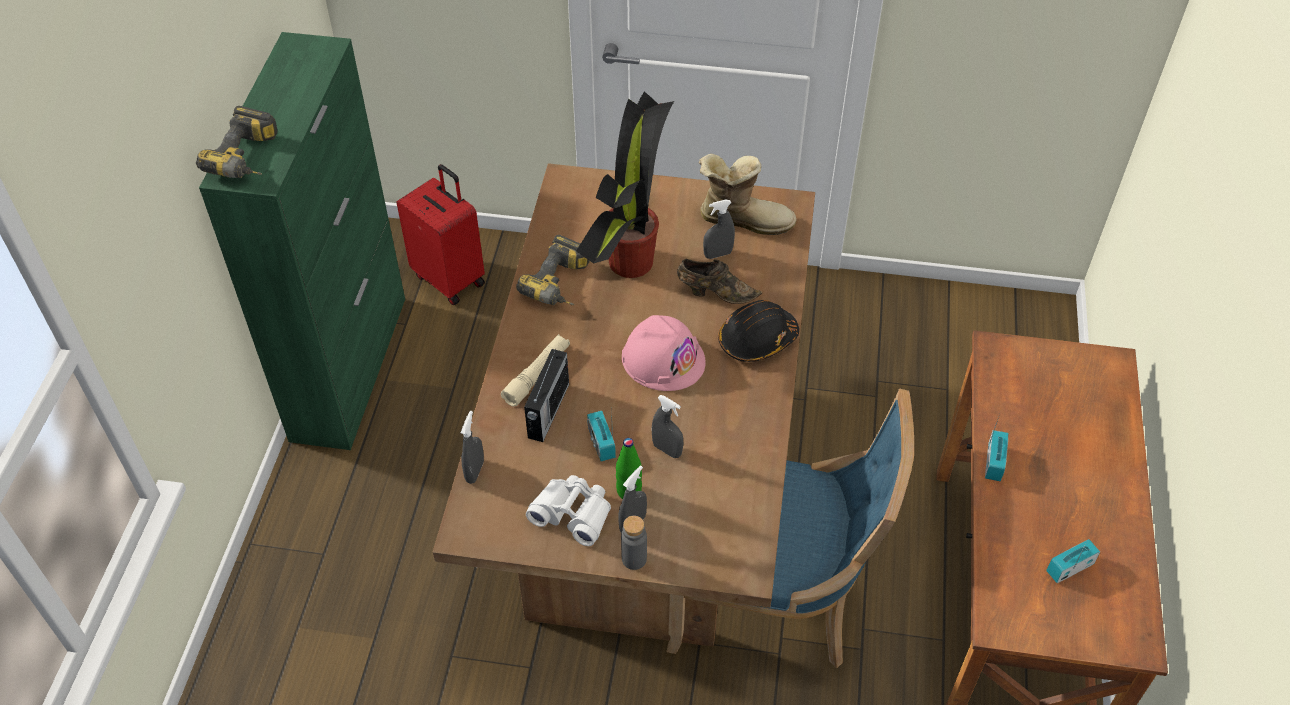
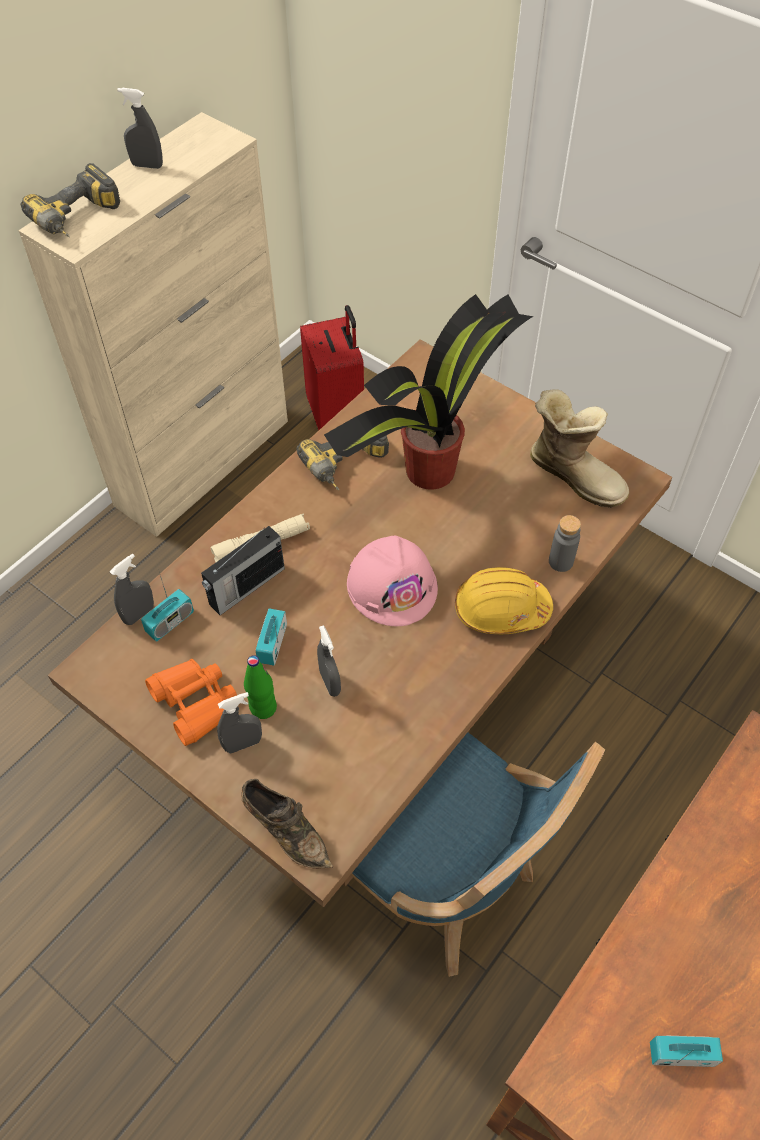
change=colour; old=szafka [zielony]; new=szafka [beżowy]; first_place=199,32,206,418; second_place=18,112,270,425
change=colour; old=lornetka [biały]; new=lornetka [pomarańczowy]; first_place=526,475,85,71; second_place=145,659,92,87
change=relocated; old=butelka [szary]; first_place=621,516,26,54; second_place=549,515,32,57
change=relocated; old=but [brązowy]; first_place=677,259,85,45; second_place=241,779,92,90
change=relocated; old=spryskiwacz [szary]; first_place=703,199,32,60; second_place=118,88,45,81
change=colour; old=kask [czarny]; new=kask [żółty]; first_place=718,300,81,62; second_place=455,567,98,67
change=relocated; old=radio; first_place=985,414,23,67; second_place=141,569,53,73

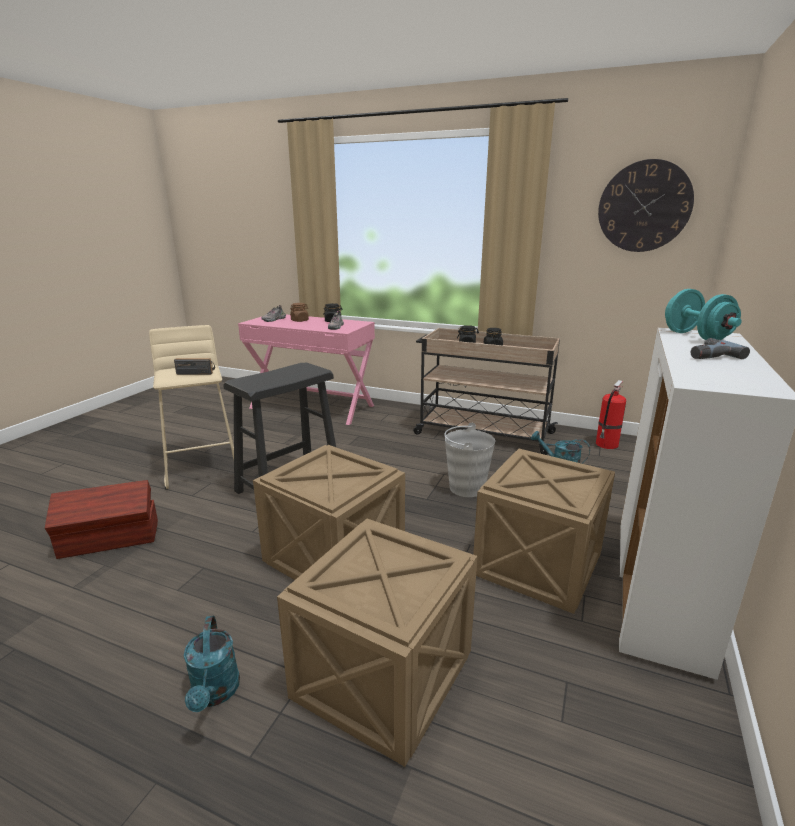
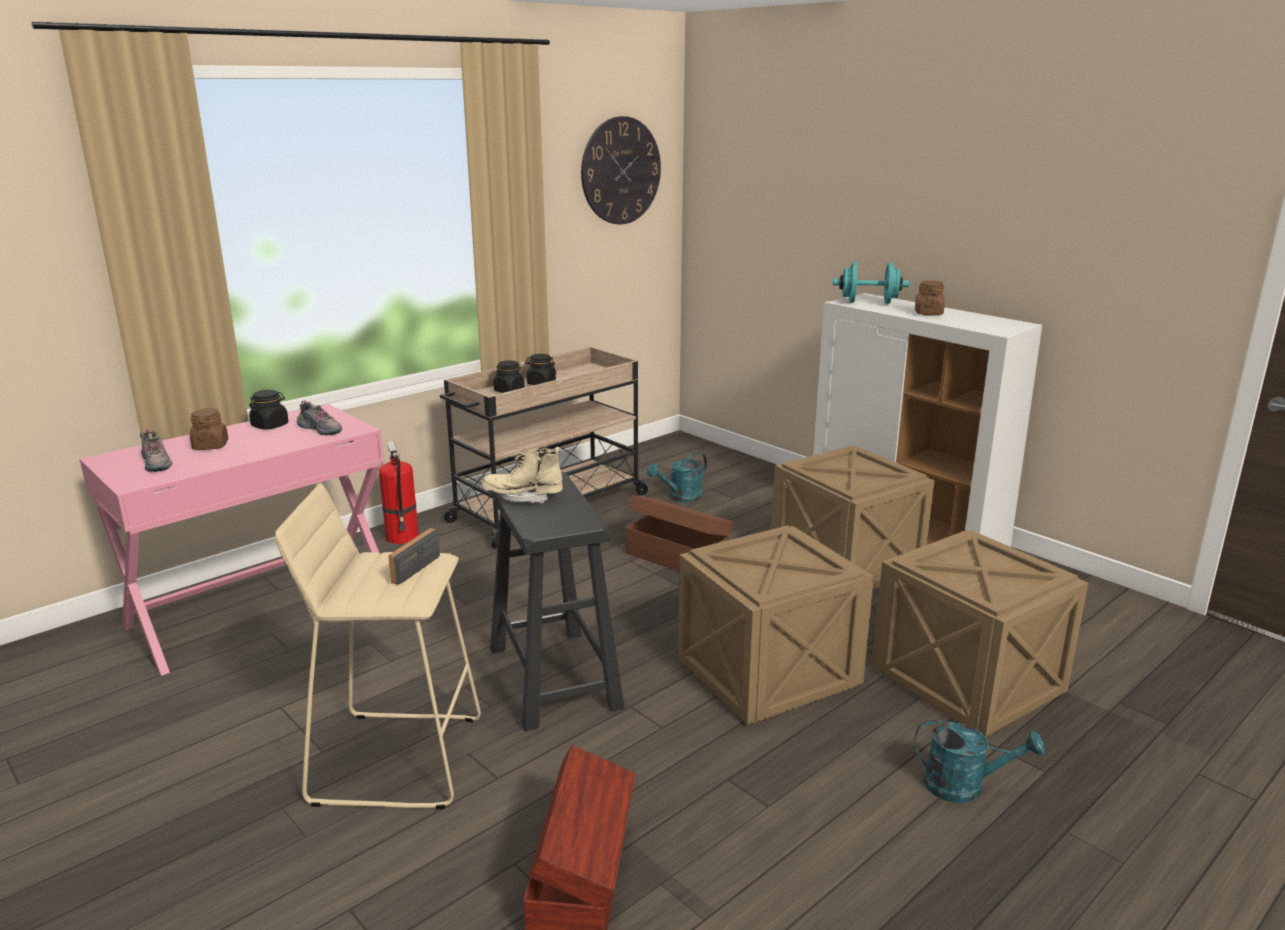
change=exchanged; old=wiadro [szary]; new=pojemnik do przechowywania [brązowy]; first_place=444,423,51,74; second_place=626,495,107,76
change=relocated; old=gaśnica; first_place=596,380,30,69; second_place=379,441,40,103
change=exchanged; old=wiertarka; new=słoik [brązowy]; first_place=691,338,59,21; second_place=915,280,30,36
change=appeared; new=but z cholewką [beżowy]; second_place=482,447,81,56

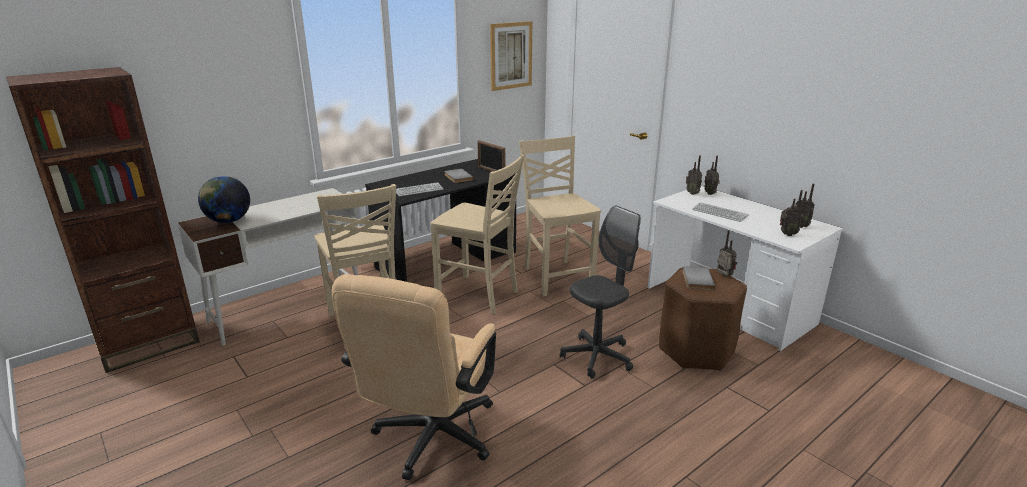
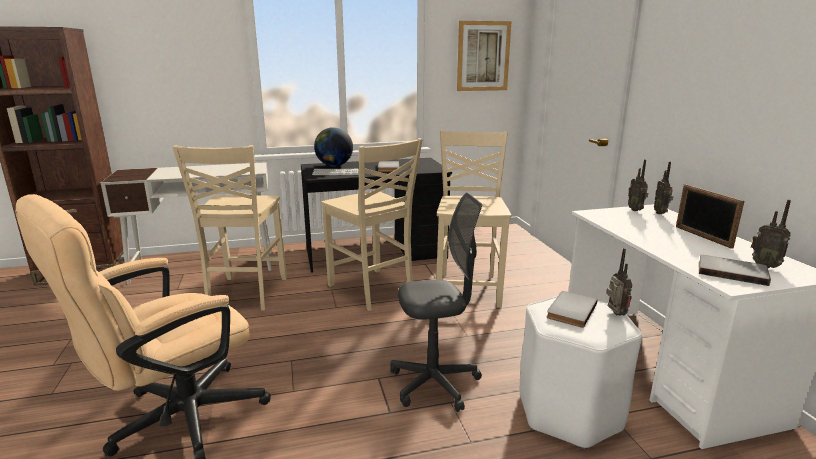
change=relocated; old=globus; first_place=198,176,52,47; second_place=314,127,39,39
change=relocated; old=ramka na zdjęcie; first_place=477,140,28,32; second_place=676,184,68,65
change=colour; old=stołek [brązowy]; new=stołek [biały]; first_place=659,268,88,103; second_place=520,296,122,154
change=missing; old=klawiatura; first_place=692,202,57,20
change=exchanged; old=radio; new=książka [szary]; first_place=780,190,23,46; second_place=699,255,72,31

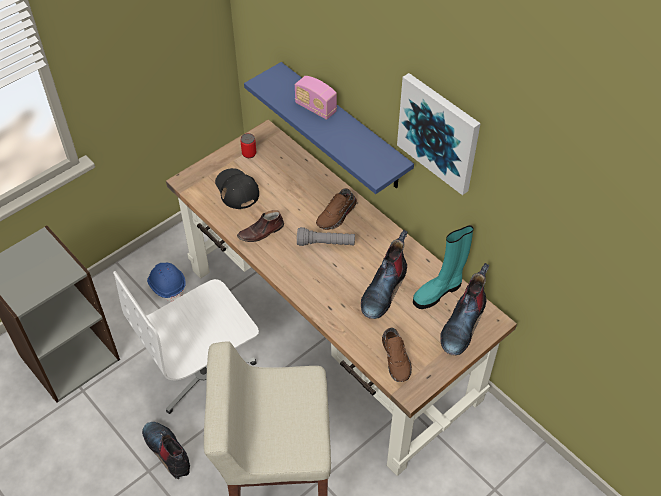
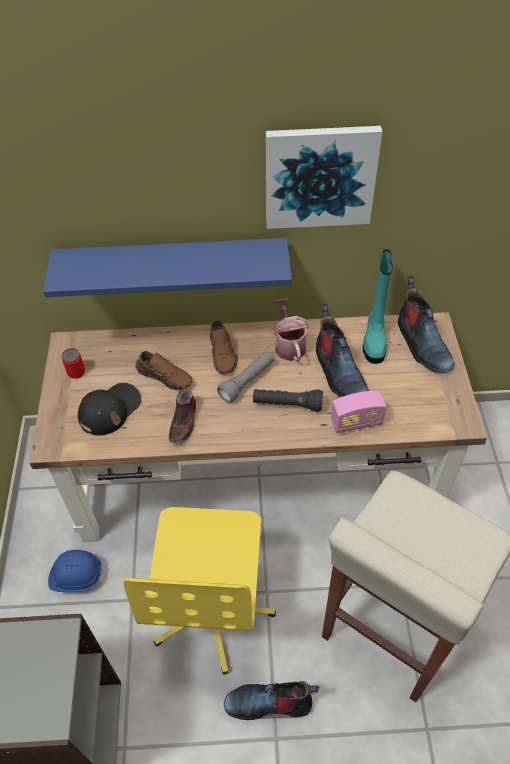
change=colour; old=krzesło biurowe [biały]; new=krzesło biurowe [żółty]; first_place=113,271,146,143; second_place=124,507,152,168
change=spun; old=czapka z daszkiem [czarny]; first_place=215,168,44,41; second_place=78,383,63,52; degrees=120
change=relocated; old=radio; first_place=295,76,42,44; second_place=331,391,56,42
change=relocated; old=but [brązowy]; first_place=382,327,30,55; second_place=135,351,58,39
change=appeared; new=latarka [czarny]; second_place=253,389,70,23
change=appeared; new=konewka; second_place=274,298,35,64

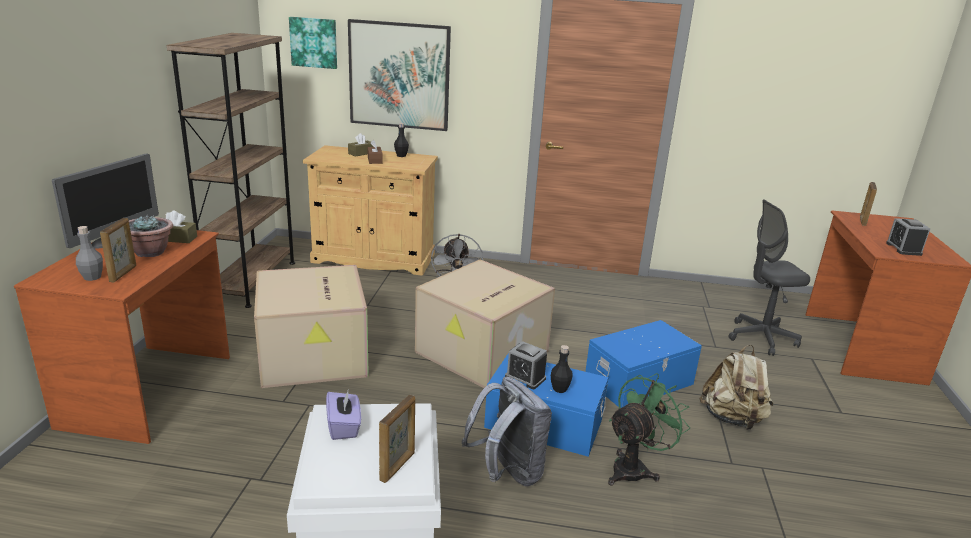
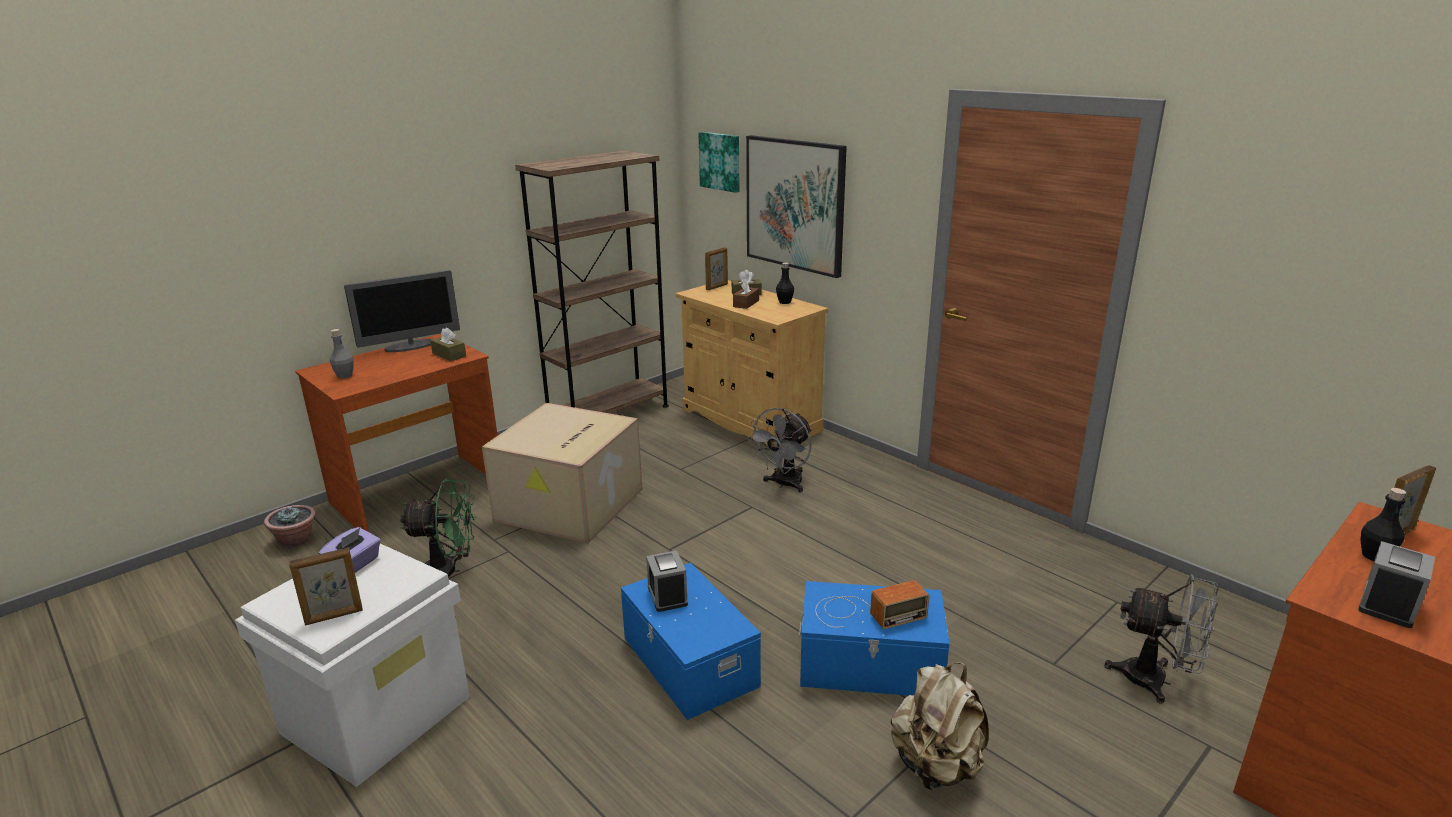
change=relocated; old=ramka na zdjęcie; first_place=100,218,36,64; second_place=705,247,23,43
change=relocated; old=roślina doniczkowa; first_place=129,214,44,43; second_place=264,505,52,43
change=missing; old=karton; first_place=415,259,140,129
change=missing; old=plecak [szary]; first_place=462,376,90,110
change=relocated; old=butelka [czarny]; first_place=551,345,21,48; second_place=1360,488,46,73
change=relocated; old=wentylator [zielony]; first_place=608,373,82,113; second_place=400,479,76,99
change=exchanged; old=krzesło biurowe [szary]; new=wentylator [szary]; first_place=729,200,81,156; second_place=1104,574,115,130
change=appeared; new=radio; second_place=815,580,114,49

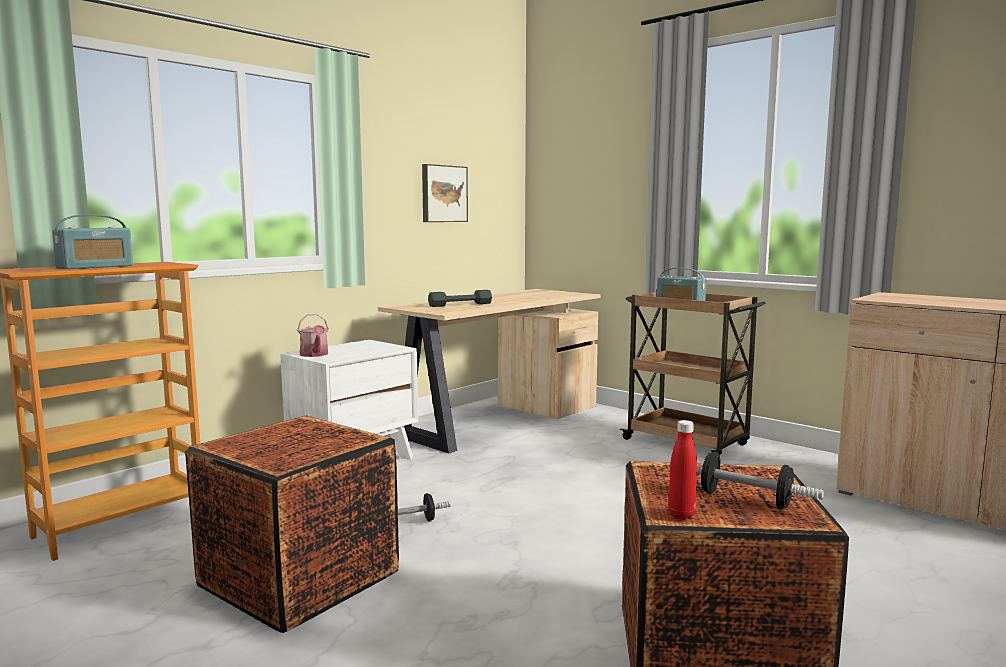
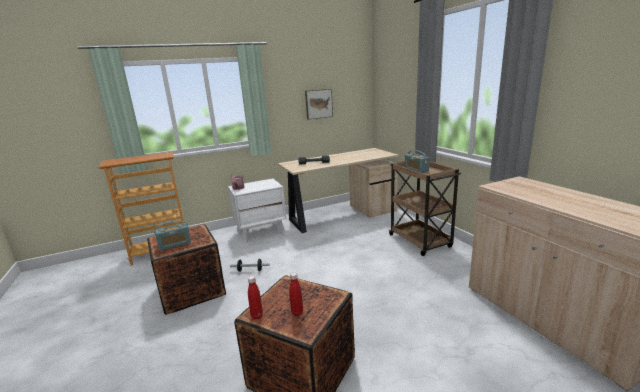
change=relocated; old=radio; first_place=52,215,81,54; second_place=154,221,37,29
change=exchanged; old=hantel; new=butelka [czerwony]; first_place=697,452,127,58; second_place=289,272,14,44

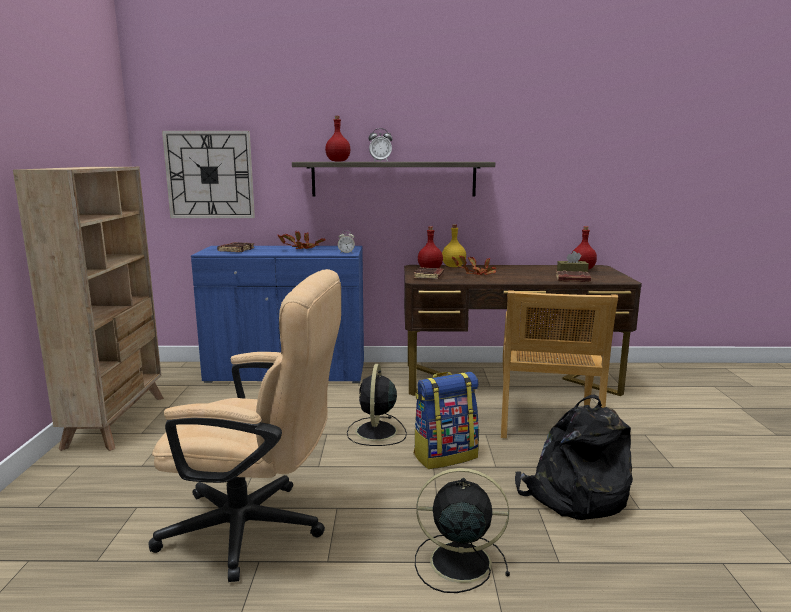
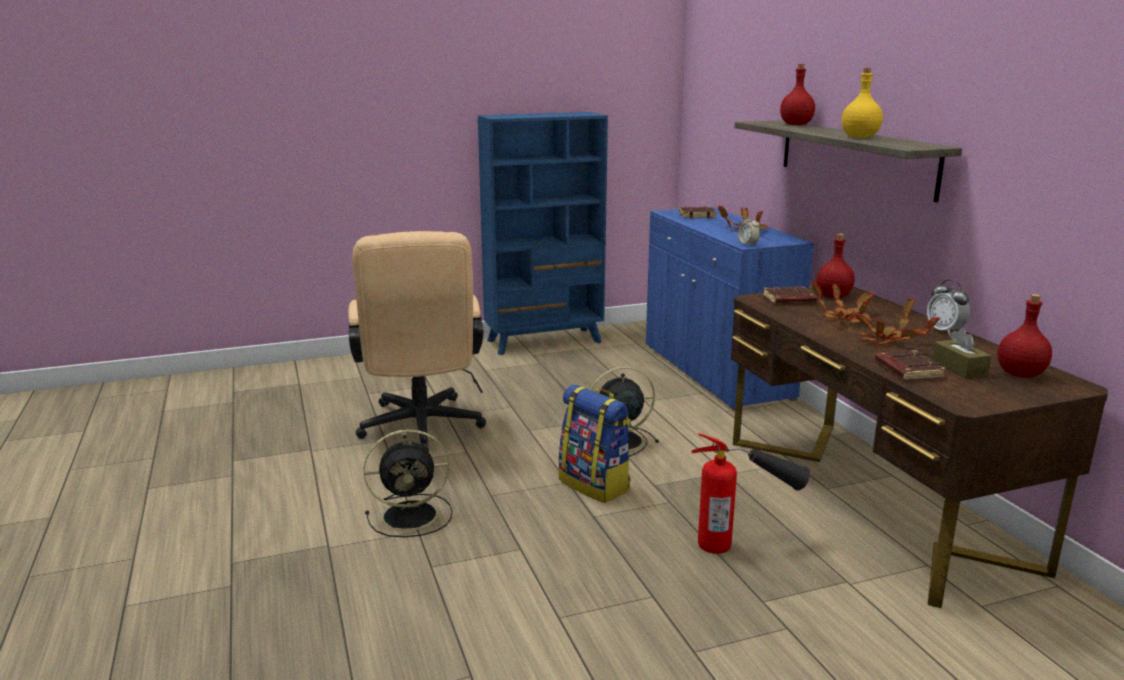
change=colour; old=regał [beżowy]; new=regał [niebieski]; first_place=13,167,151,284; second_place=478,112,130,243
change=missing; old=zegar ścienny; first_place=162,131,93,87
change=relocated; old=budzik; first_place=368,128,24,33; second_place=927,280,43,54
change=spun; old=wentylator [czarny]; first_place=415,468,95,125; second_place=364,429,88,108; degrees=90
change=relocated; old=butelka [żółty]; first_place=442,224,24,43; second_place=842,68,41,70
change=exchanged; old=krzesło [beżowy]; new=gaśnica; first_place=501,290,117,148; second_place=691,433,119,121
change=missing; old=plecak [czarny]; first_place=515,394,118,126
change=appeared; new=roślina doniczkowa; second_place=854,298,87,47

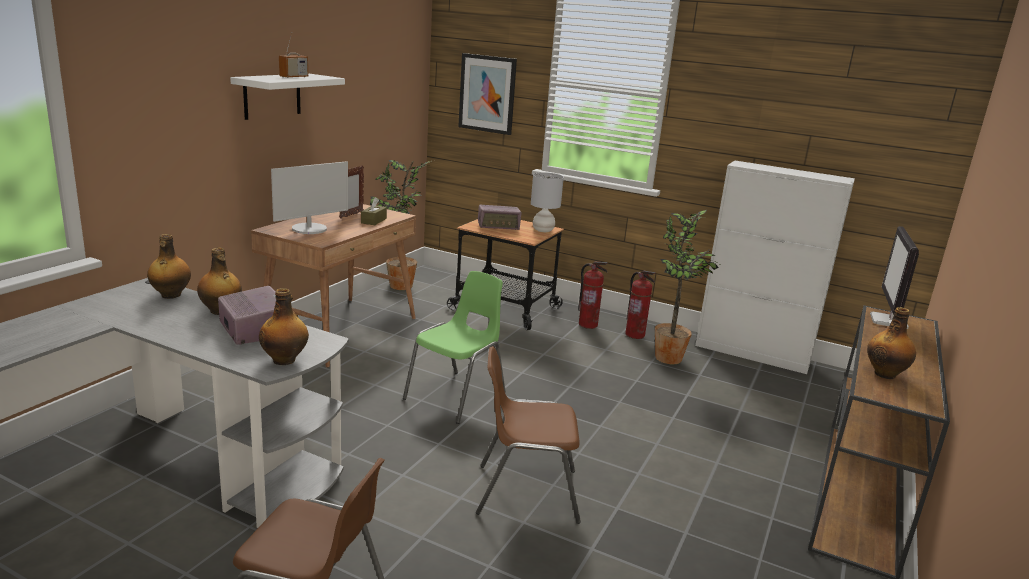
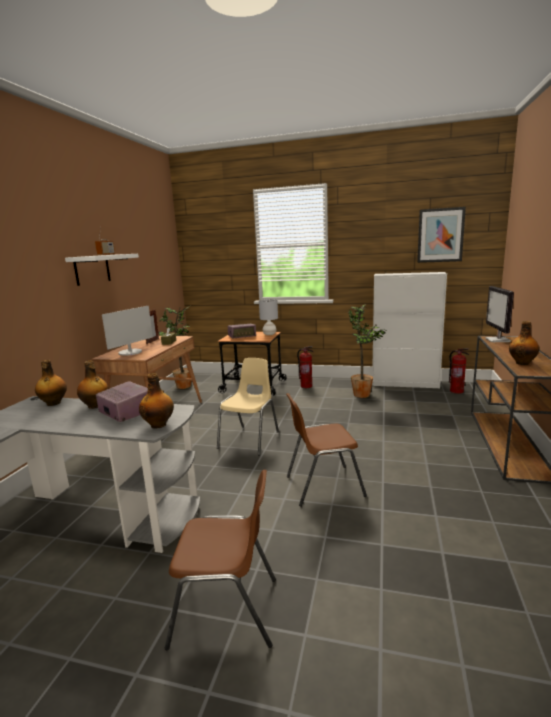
change=colour; old=krzesło [zielony]; new=krzesło [beżowy]; first_place=403,271,103,153; second_place=217,358,62,98
change=relocated; old=obraz; first_place=458,53,59,82; second_place=417,207,49,56
change=relocated; old=gaśnica; first_place=625,271,31,68; second_place=449,348,20,46

